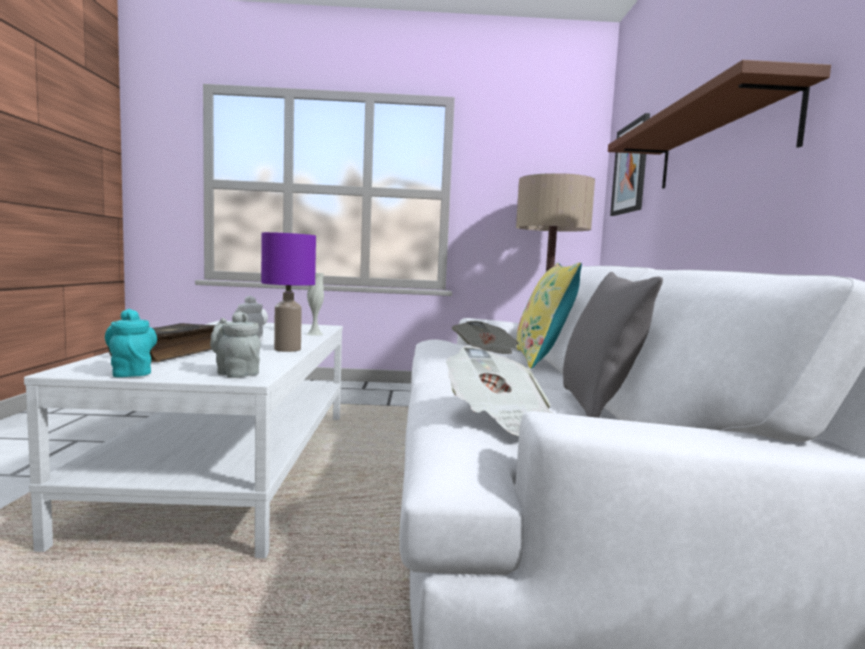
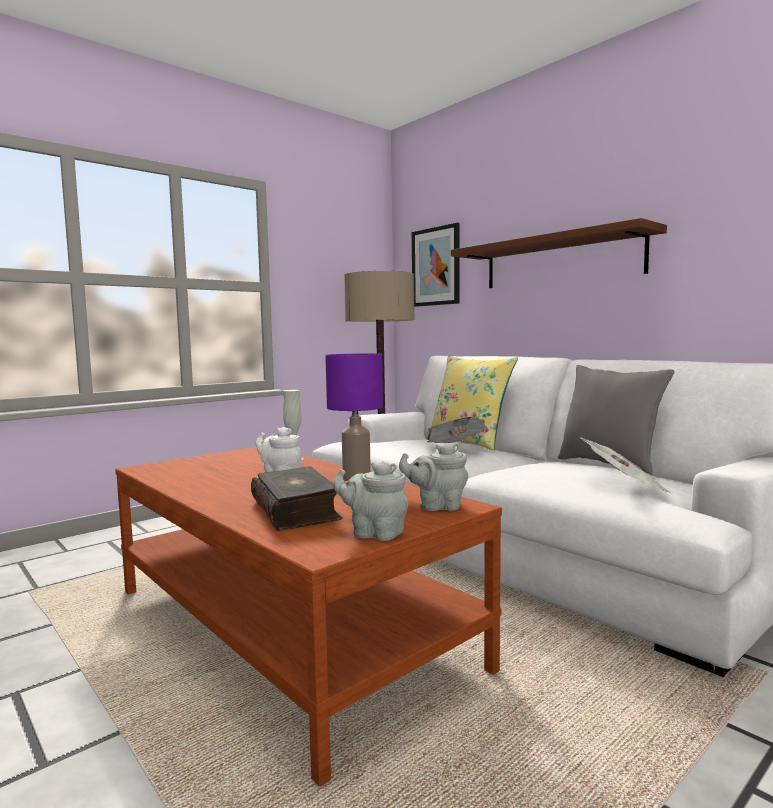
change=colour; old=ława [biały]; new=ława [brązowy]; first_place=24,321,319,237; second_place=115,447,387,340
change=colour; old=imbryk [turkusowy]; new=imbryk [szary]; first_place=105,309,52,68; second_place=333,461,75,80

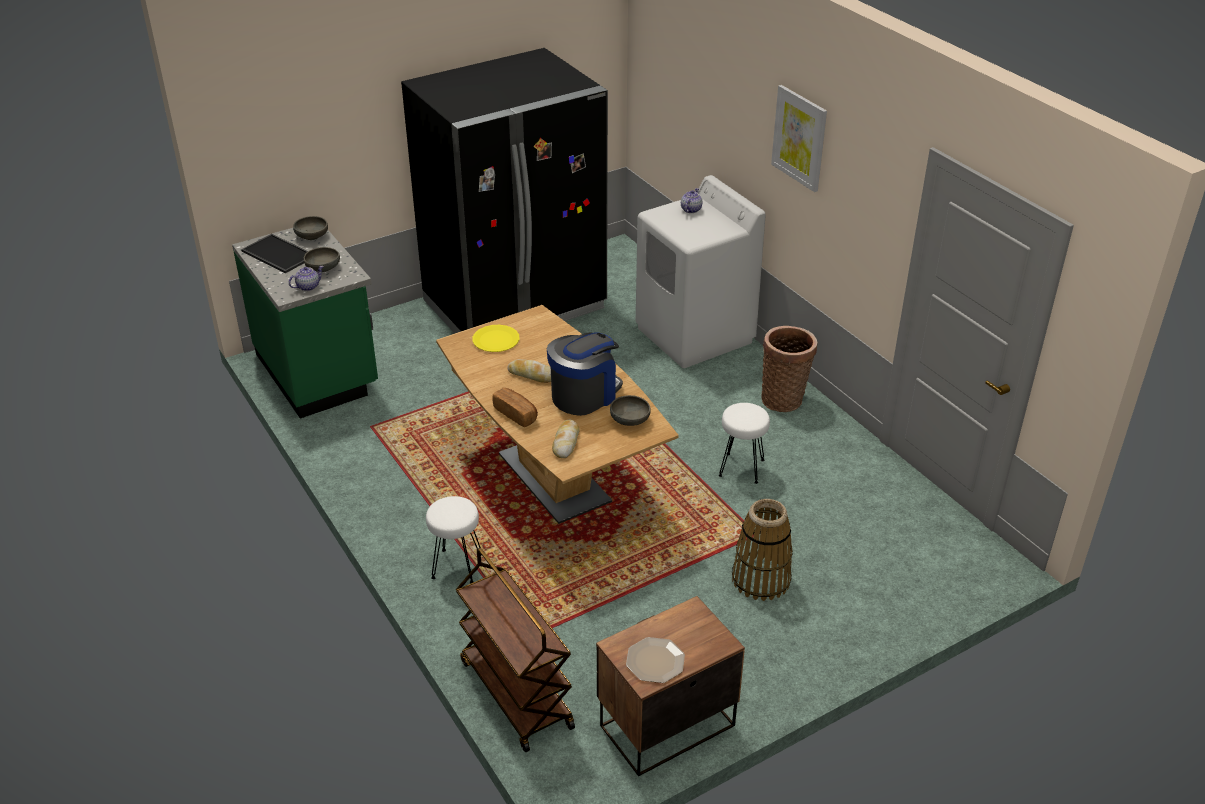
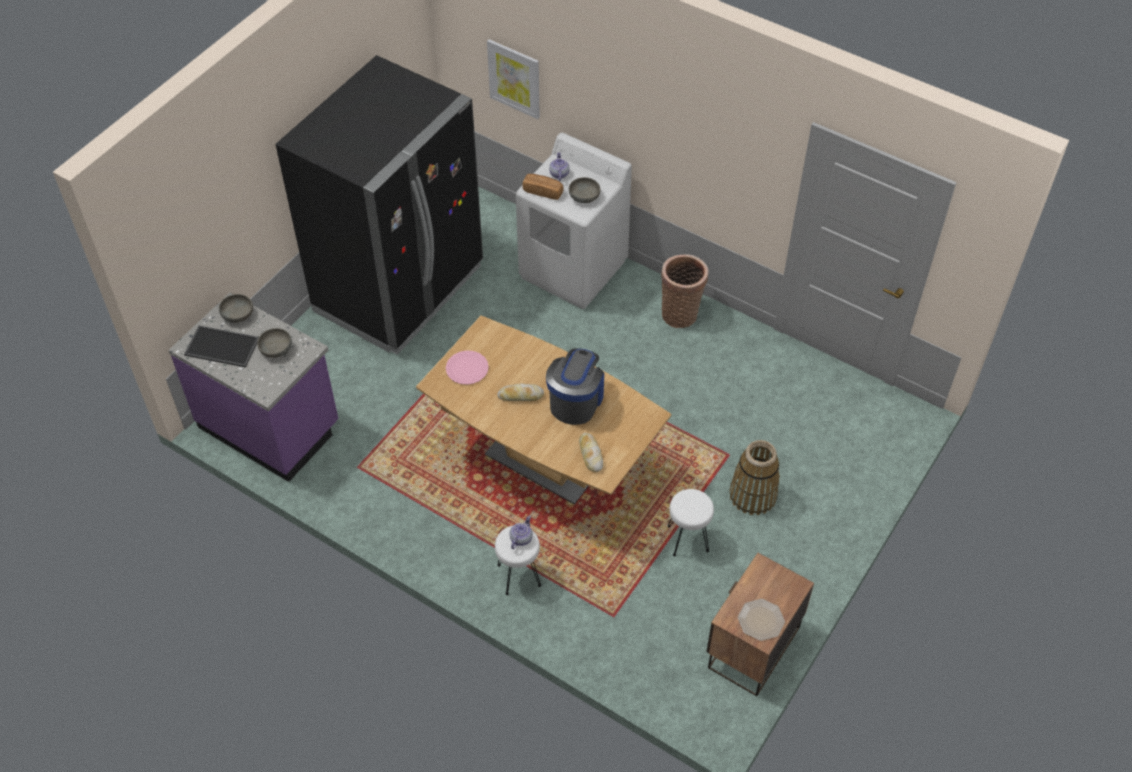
change=colour; old=zabudowa kuchenna [zielony]; new=zabudowa kuchenna [fioletowy]; first_place=232,228,146,191; second_place=168,293,170,189
change=relocated; old=imbryk; first_place=288,266,36,25; second_place=510,515,23,34
change=missing; old=wózek [brązowy]; first_place=456,548,119,204
change=colour; old=talerz [żółty]; new=talerz [różowy]; first_place=472,325,48,27; second_place=446,350,43,35
change=relocated; old=chleb; first_place=493,388,45,39; second_place=522,174,42,26
change=relocated; old=miska [szary]; first_place=610,395,41,31; second_place=569,177,31,26
change=relocated; old=stołek [biały]; first_place=719,403,51,81; second_place=668,489,46,67
change=relocated; old=obraz; first_place=771,85,56,107; second_place=487,39,53,80

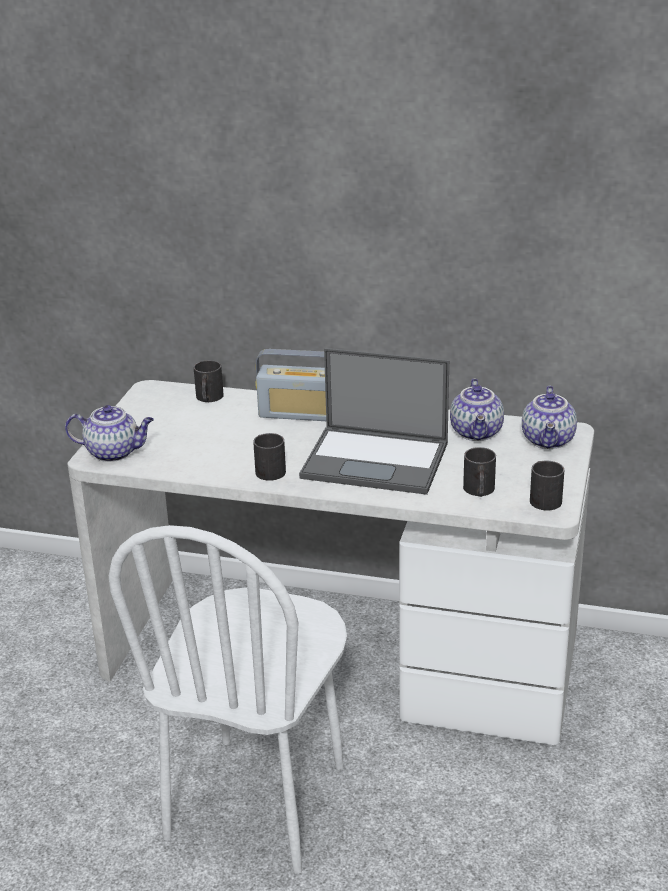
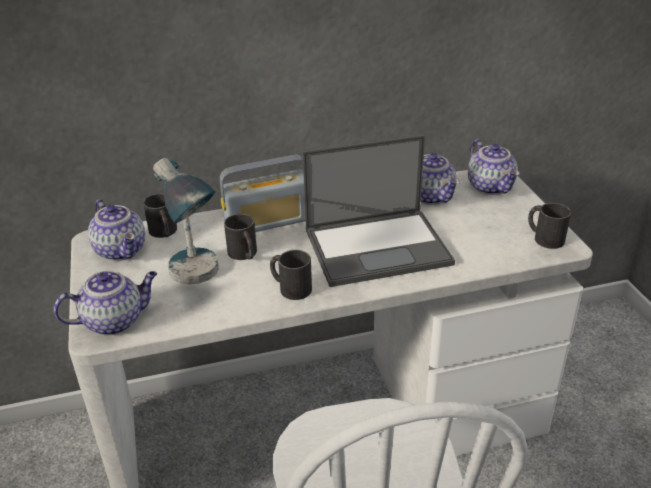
change=relocated; old=kubek [czarny]; first_place=463,447,33,50; second_place=224,214,33,46
change=appeared; new=imbryk; second_place=88,199,57,62
change=appeared; new=lampa stołowa; second_place=153,158,66,127

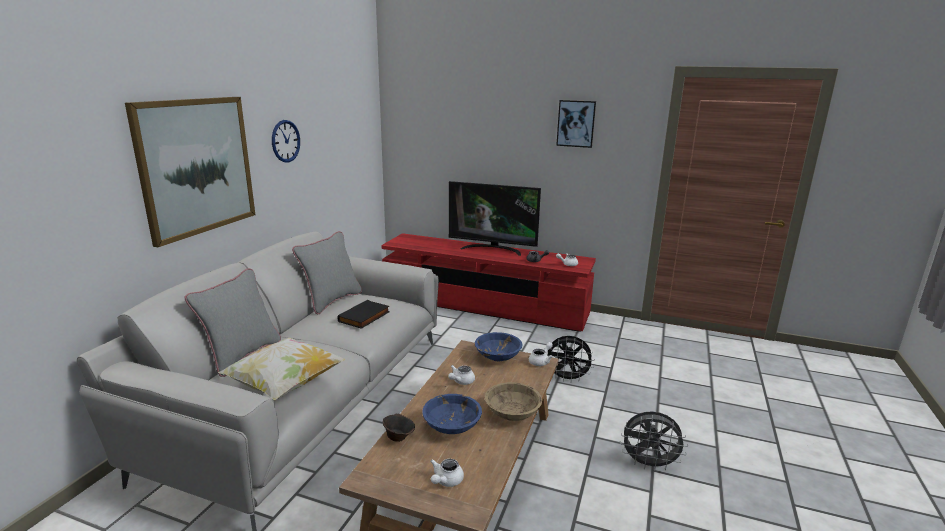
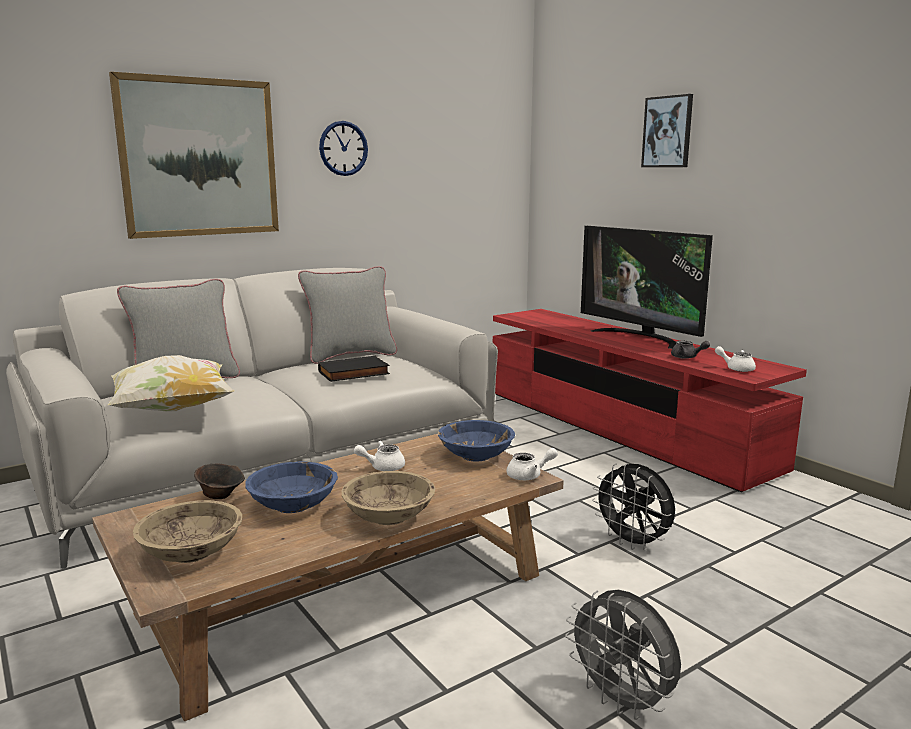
change=exchanged; old=imbryk [biały]; new=miska [beżowy]; first_place=430,459,34,28; second_place=133,500,109,63
change=relocated; old=obraz; first_place=556,100,40,48; second_place=641,94,52,73

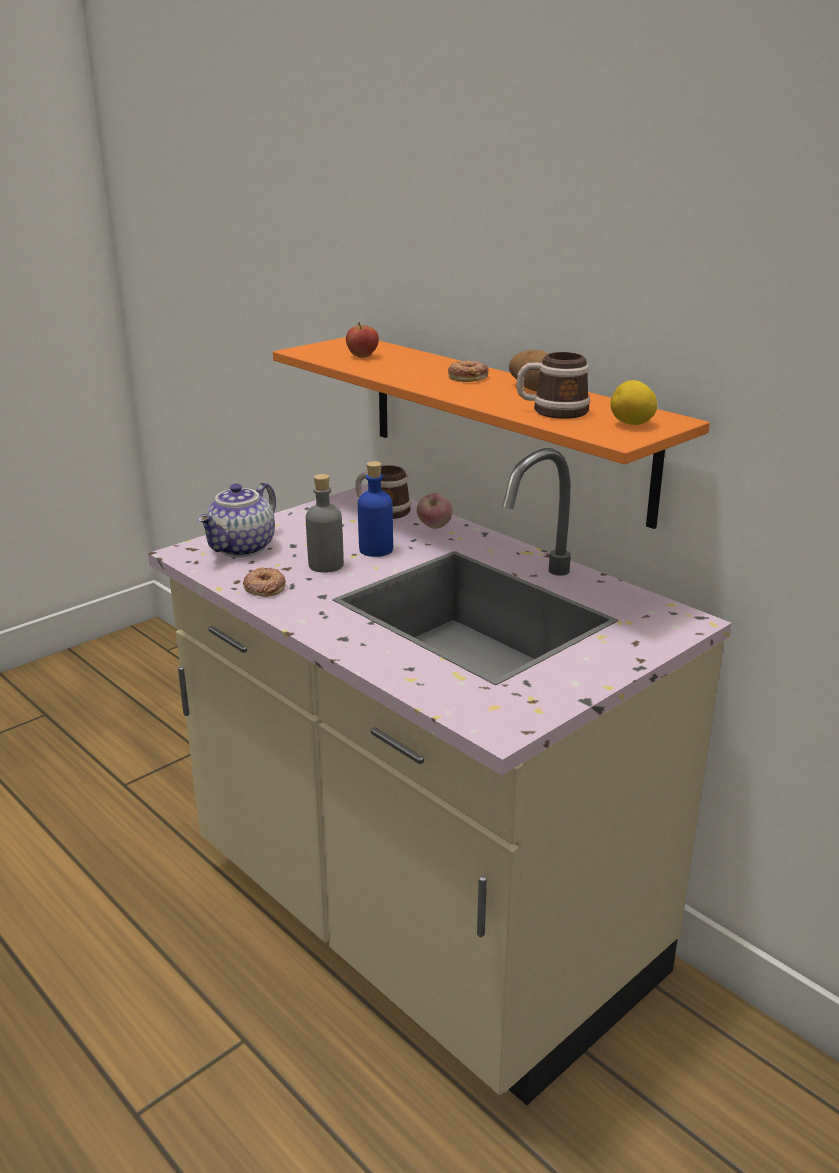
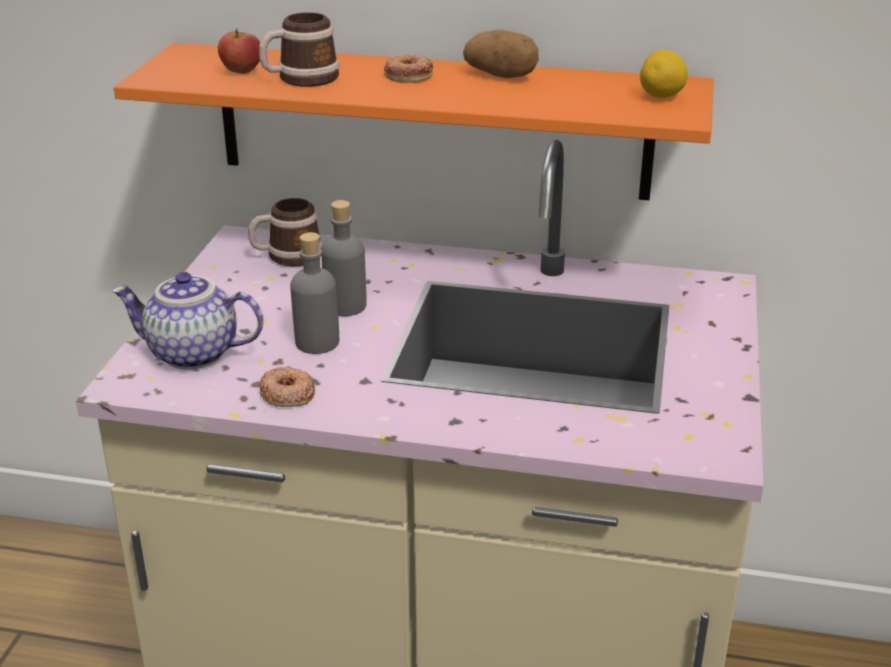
change=spun; old=imbryk; first_place=198,482,78,75; second_place=111,272,152,98; degrees=105
change=colour; old=butelka [niebieski]; new=butelka [szary]; first_place=358,461,35,96; second_place=321,200,45,116
change=missing; old=jabłko; first_place=417,493,36,36
change=relocated; old=kubek; first_place=516,352,74,67; second_place=259,12,81,75

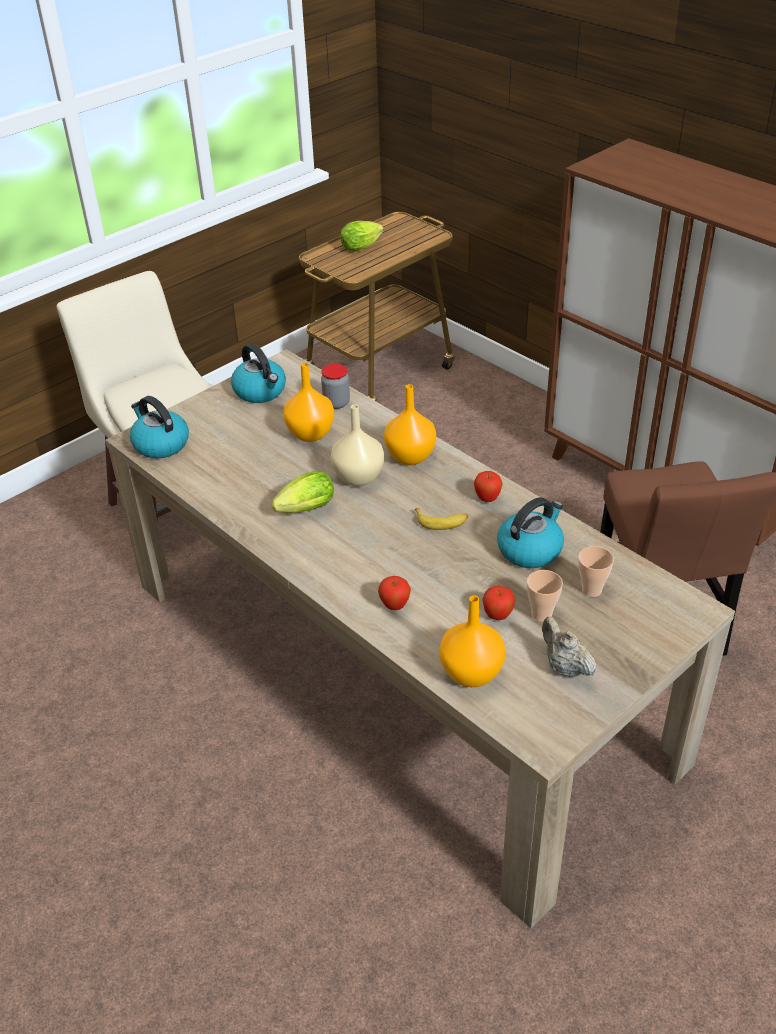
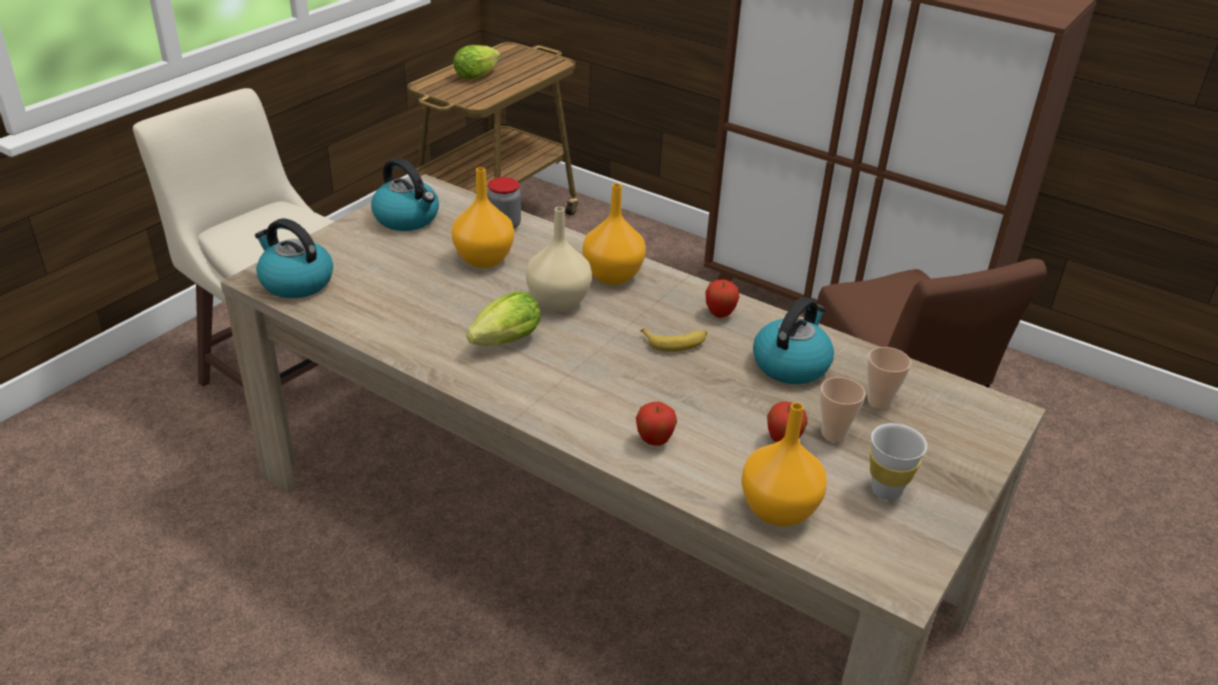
change=exchanged; old=imbryk [beżowy]; new=filiżanka [biały]; first_place=542,617,55,60; second_place=870,423,57,77

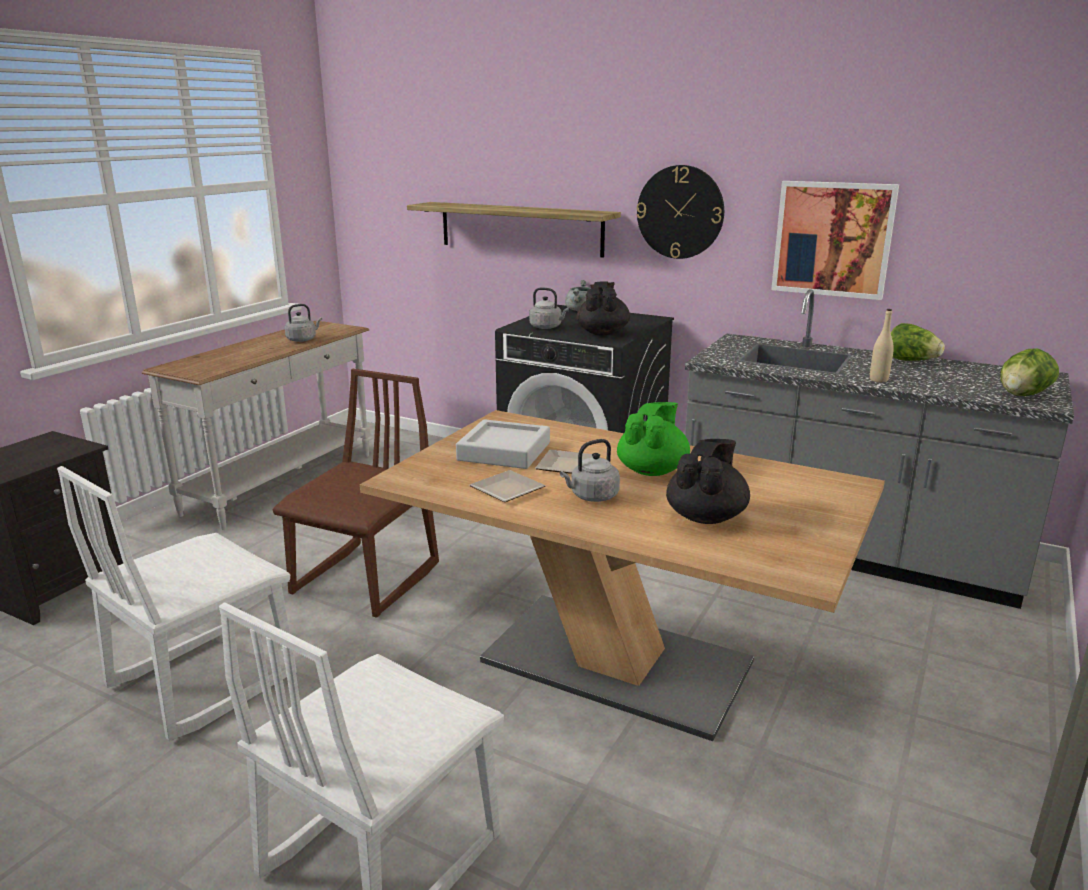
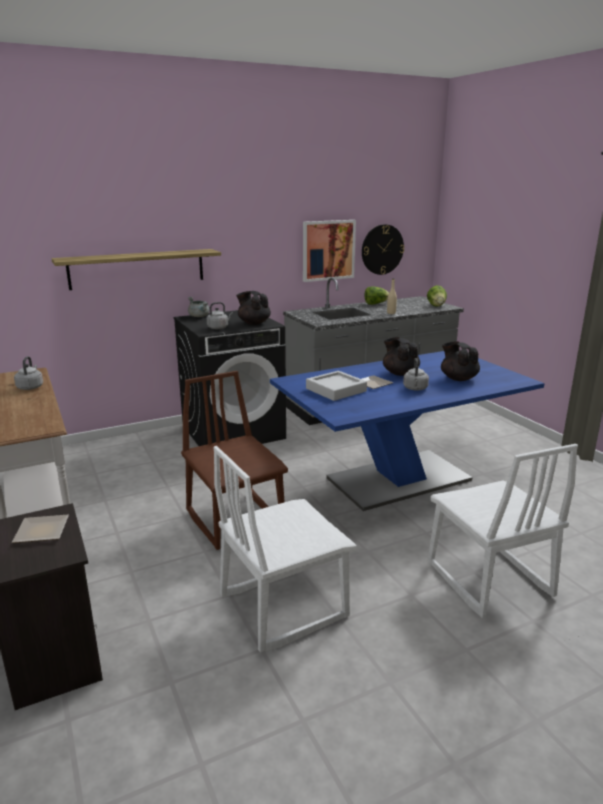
change=spun; old=krzesło [biały]; first_place=57,466,240,275; second_place=213,446,144,207; degrees=75
change=colour; old=stół jadalny [brązowy]; new=stół jadalny [niebieski]; first_place=360,410,525,331; second_place=270,351,275,160
change=relocated; old=talerz; first_place=470,470,76,32; second_place=12,515,57,28
change=colour; old=imbryk [zielony]; new=imbryk [czarny]; first_place=617,402,73,74; second_place=383,337,37,39
change=relocated; old=zegar ścienny; first_place=636,165,88,94; second_place=362,224,42,51

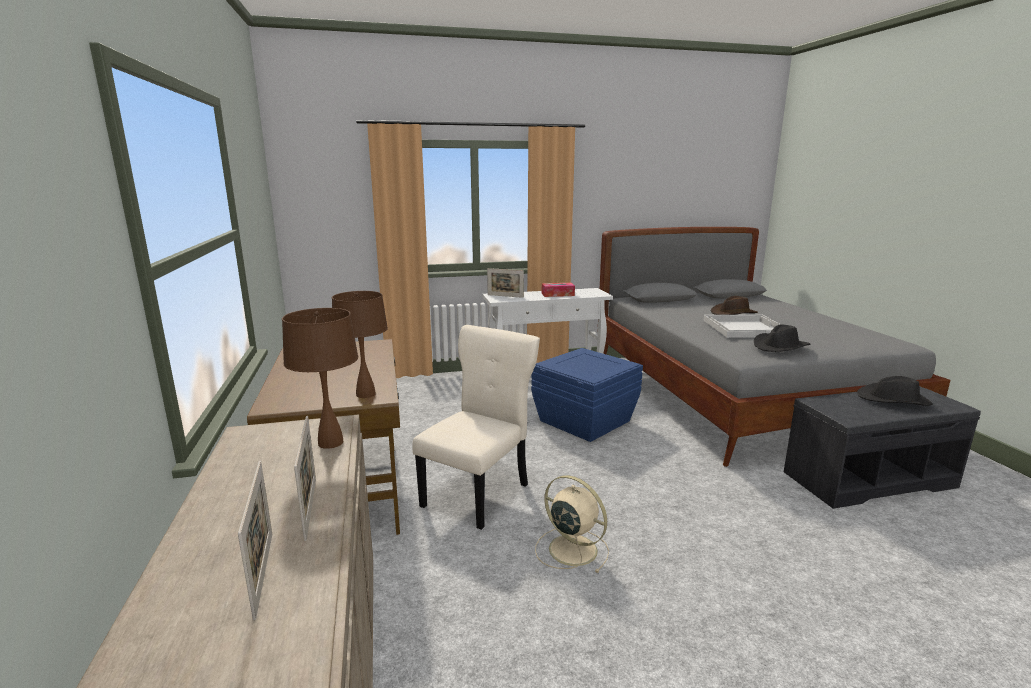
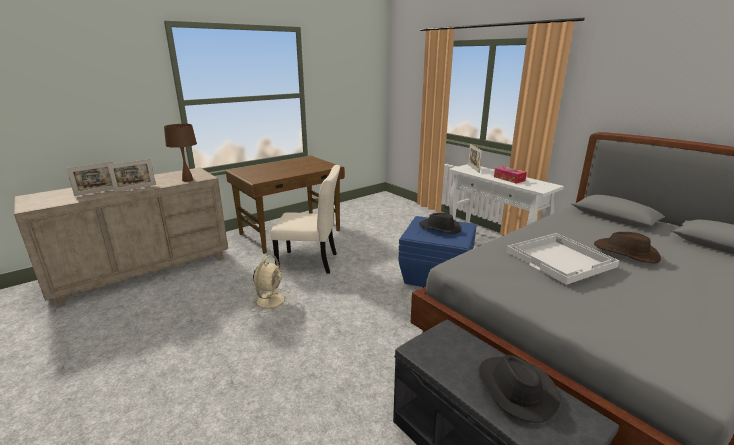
change=missing; old=lampa stołowa [brązowy]; first_place=332,291,56,107
change=relocated; old=kapelusz [czarny]; first_place=754,324,57,28; second_place=419,213,42,20

